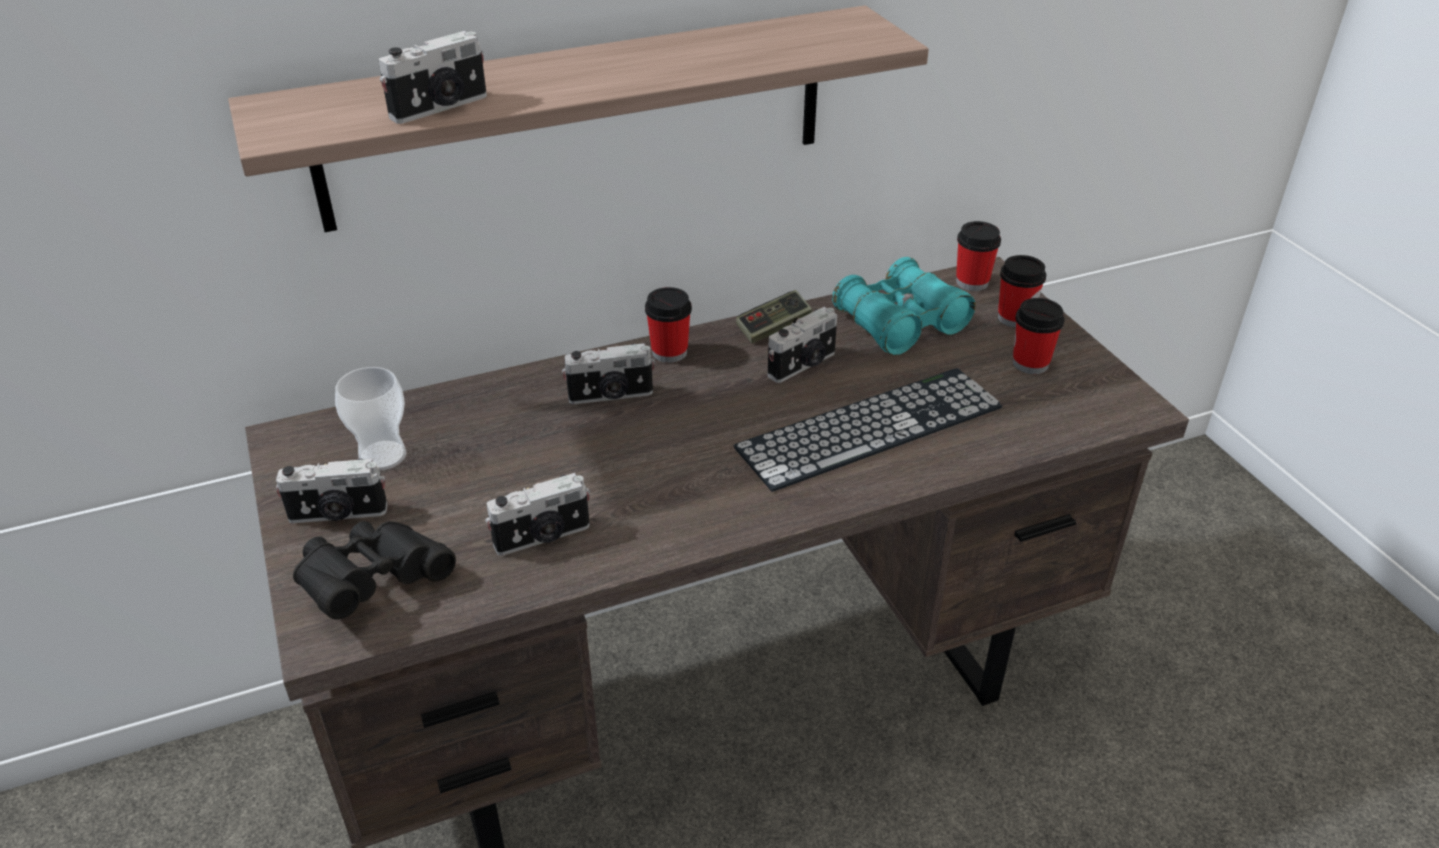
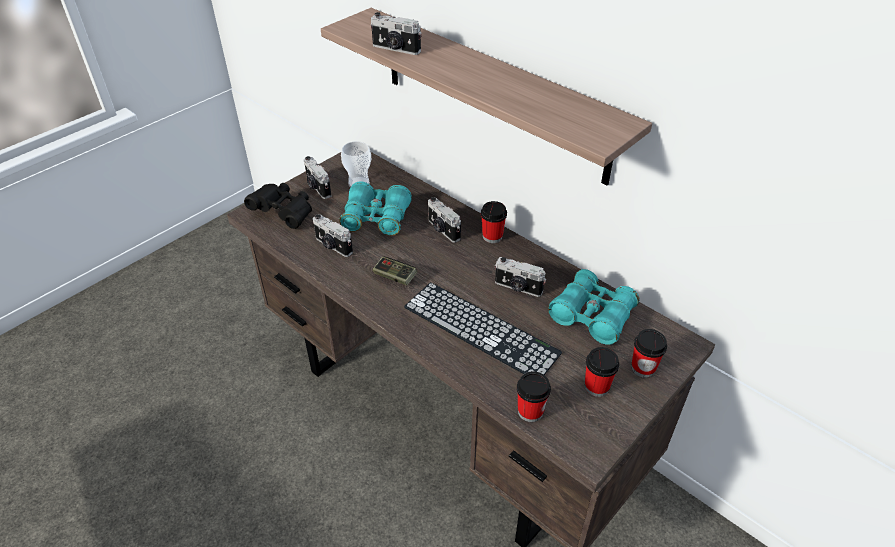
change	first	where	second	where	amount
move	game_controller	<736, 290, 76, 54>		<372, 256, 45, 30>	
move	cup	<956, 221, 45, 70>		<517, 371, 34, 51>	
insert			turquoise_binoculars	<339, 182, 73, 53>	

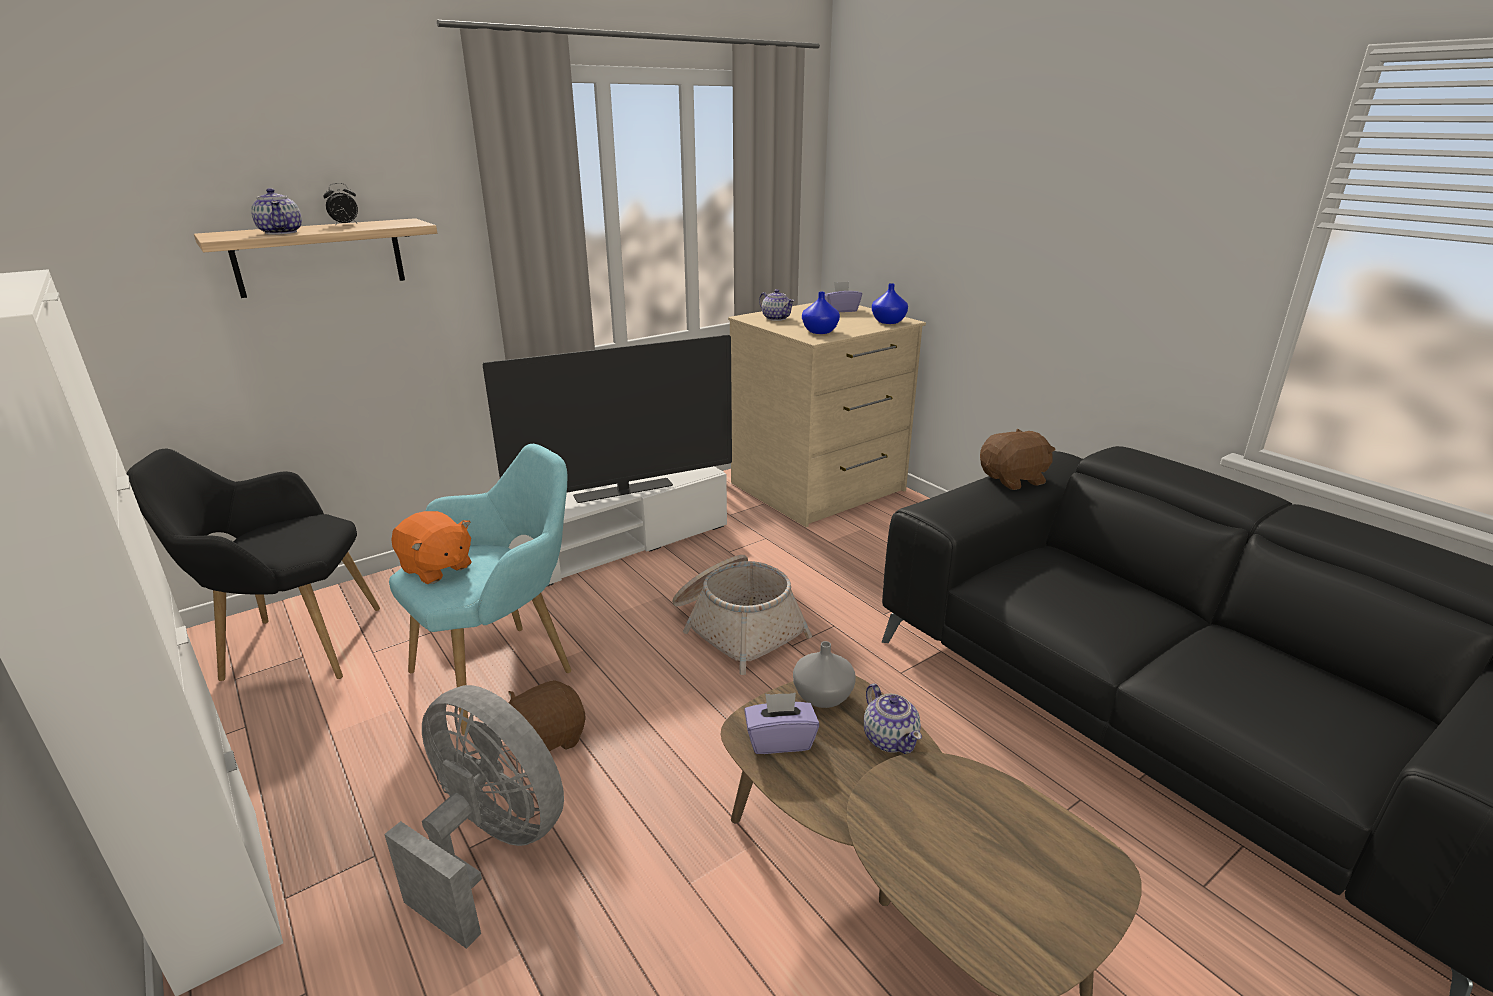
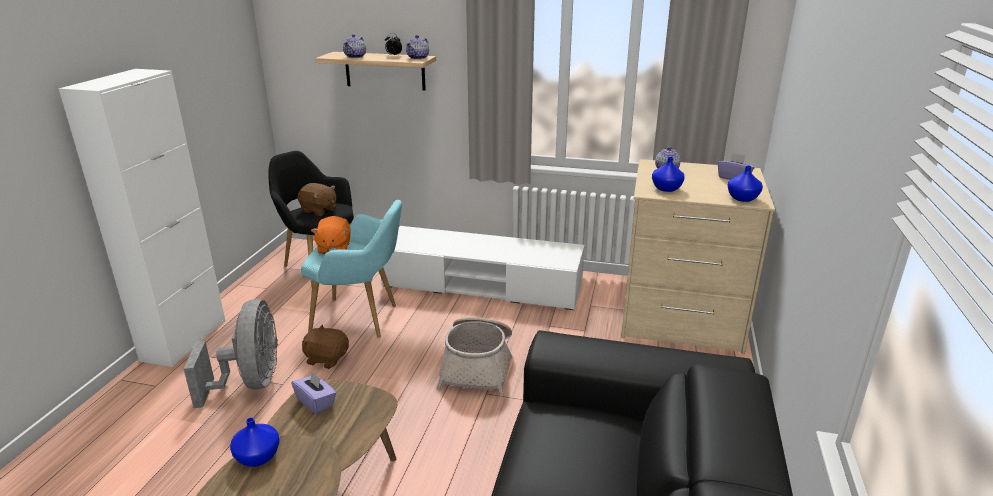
change	first	where	second	where	amount
delete	television	<482, 335, 250, 168>			
delete	grey_vase	<793, 641, 63, 67>			
move	teapot	<864, 684, 58, 70>		<406, 35, 23, 25>	
move	brown_plush_toy	<980, 428, 75, 62>		<298, 183, 38, 33>	
insert			blue_vase	<230, 417, 49, 50>	

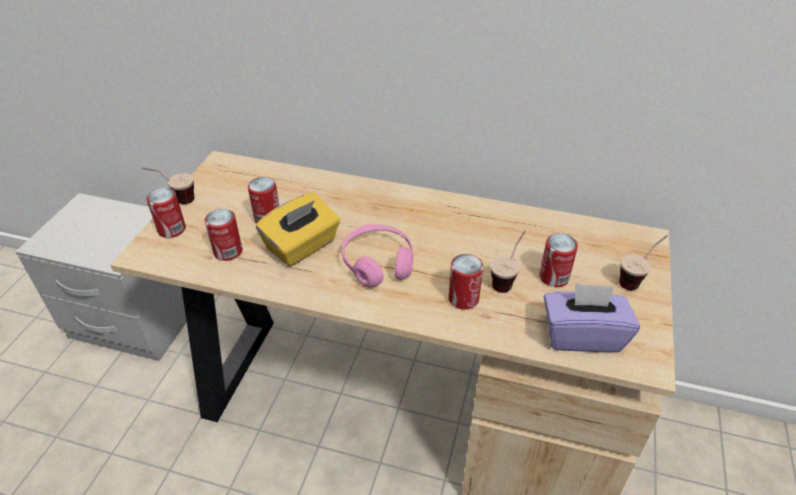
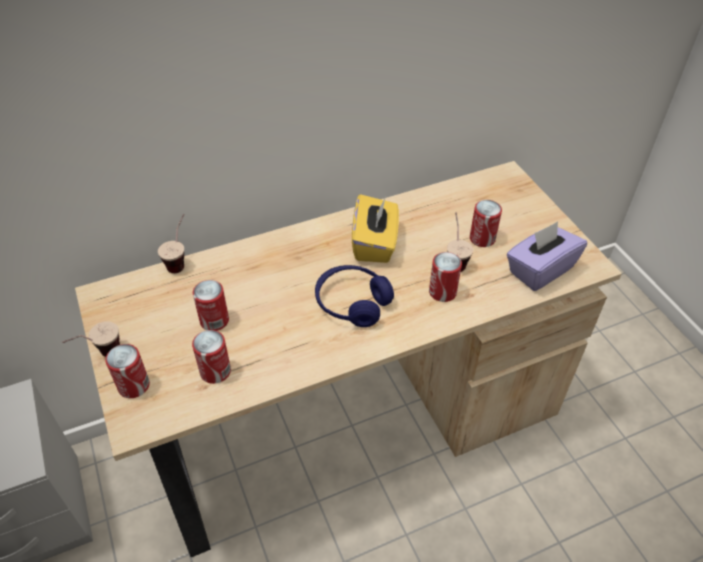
change	first	where	second	where	amount
move	yellow_tissue_box	<256, 193, 84, 74>		<352, 194, 47, 69>	
recolor	pink_headphones	<342, 224, 71, 63>	blue_headphones	<315, 265, 79, 62>	
move	cup	<619, 235, 49, 55>		<158, 214, 26, 59>	

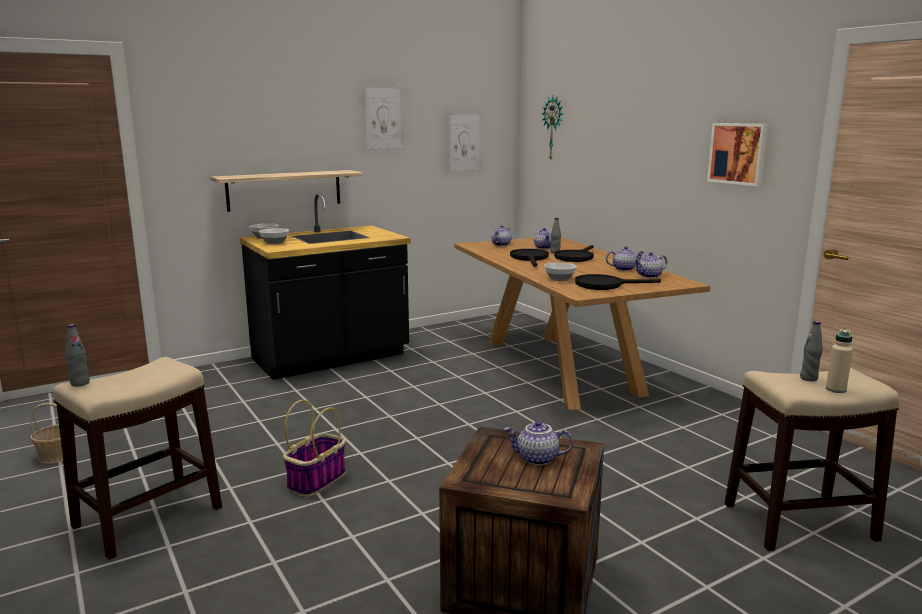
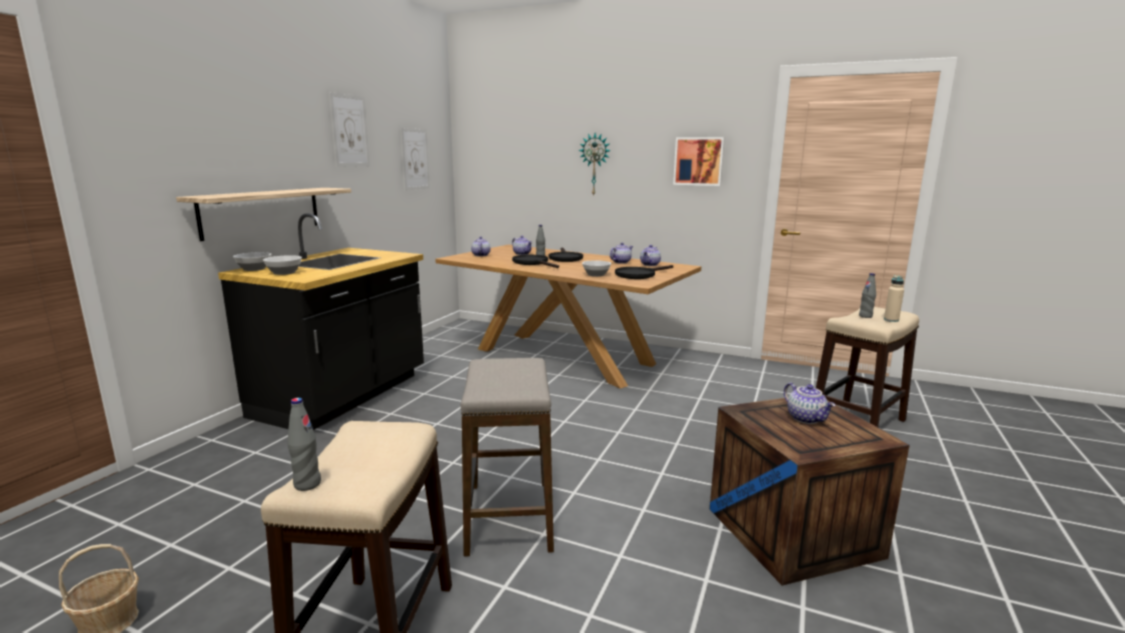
change	first	where	second	where	amount
replace	basket	<283, 400, 63, 97>	stool	<461, 358, 93, 199>	
rotate	teapot	<504, 421, 69, 44>		<784, 383, 52, 41>	90 degrees counterclockwise
move	wall_clock	<541, 96, 22, 65>		<579, 133, 32, 64>	

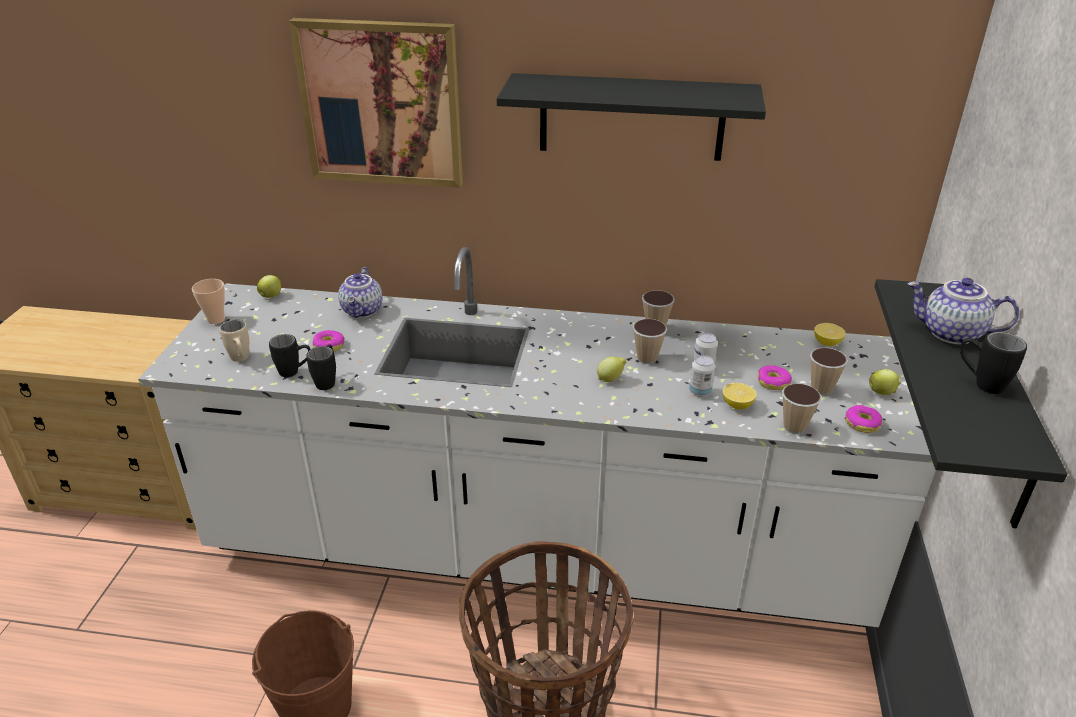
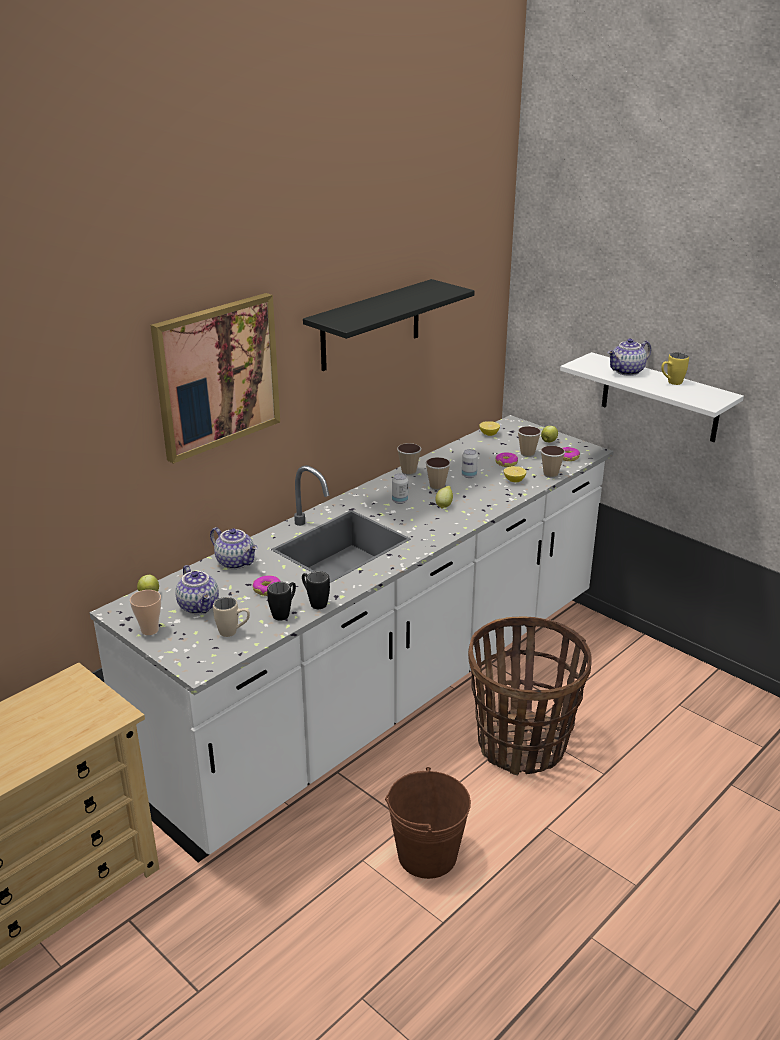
change	first	where	second	where	amount
move	can	<689, 355, 26, 42>		<392, 473, 16, 31>	
recolor	black_shelf	<874, 279, 193, 249>	white_shelf	<560, 352, 184, 90>	
recolor	black_mug	<960, 332, 67, 62>	yellow_mug	<661, 353, 28, 32>	
insert			teapot	<175, 565, 44, 49>	

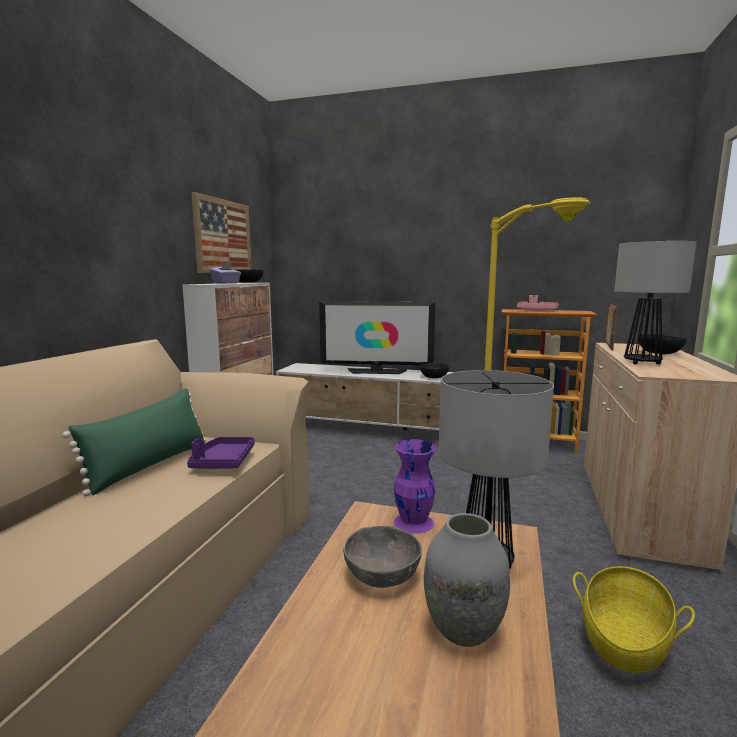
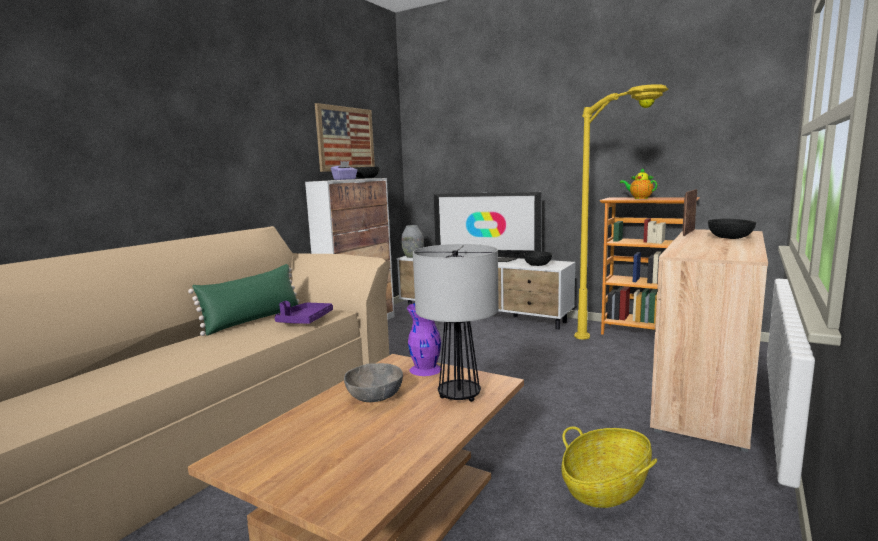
change	first	where	second	where	amount
move	grey_vase	<424, 513, 86, 134>		<401, 225, 23, 33>	
replace	pink_tray	<517, 295, 42, 16>	teapot	<620, 168, 37, 31>	
delete	table_lamp	<614, 241, 83, 124>			

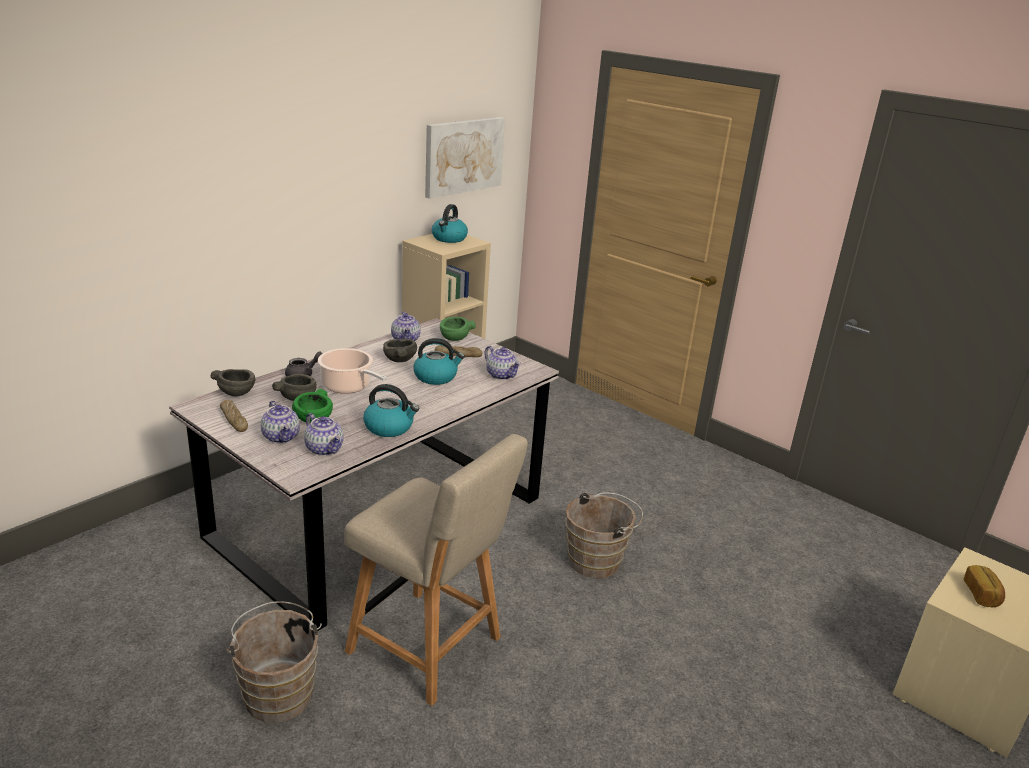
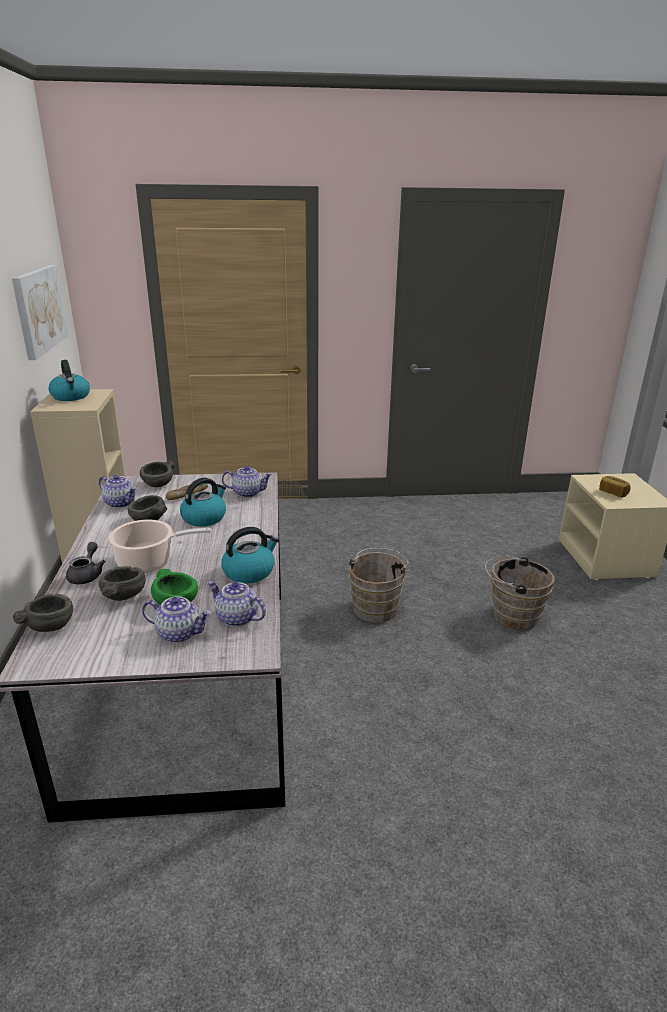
change	first	where	second	where	amount
delete	bread	<220, 400, 28, 32>			
move	brown_bucket	<225, 601, 97, 122>		<485, 556, 69, 74>	
rotate	teapot	<304, 413, 40, 43>		<208, 581, 58, 46>	150 degrees counterclockwise
delete	beige_chair	<344, 434, 184, 272>			
recolor	green_bowl	<440, 317, 35, 24>	grey_bowl	<140, 461, 35, 26>	

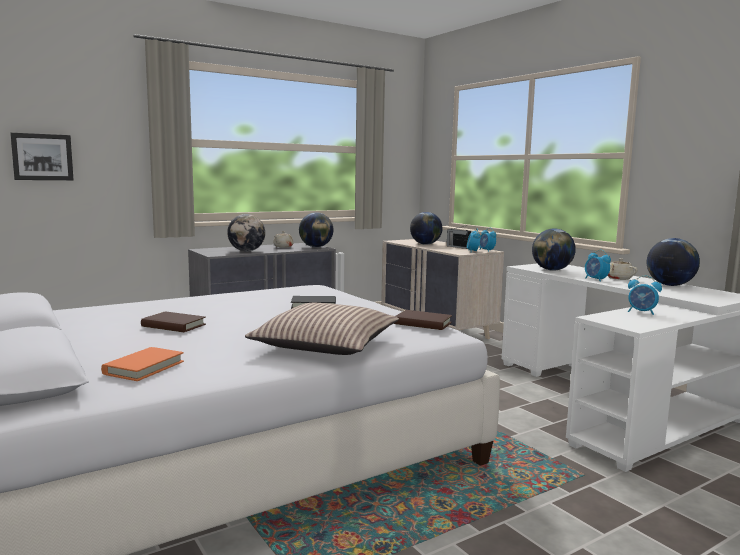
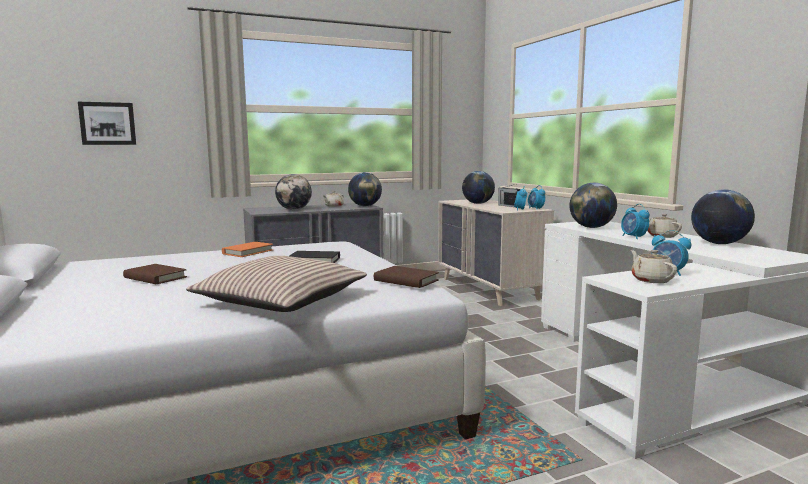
change	first	where	second	where	amount
move	orange_book	<101, 347, 83, 34>		<222, 242, 51, 15>	
insert			beige_teapot	<631, 250, 46, 33>	

